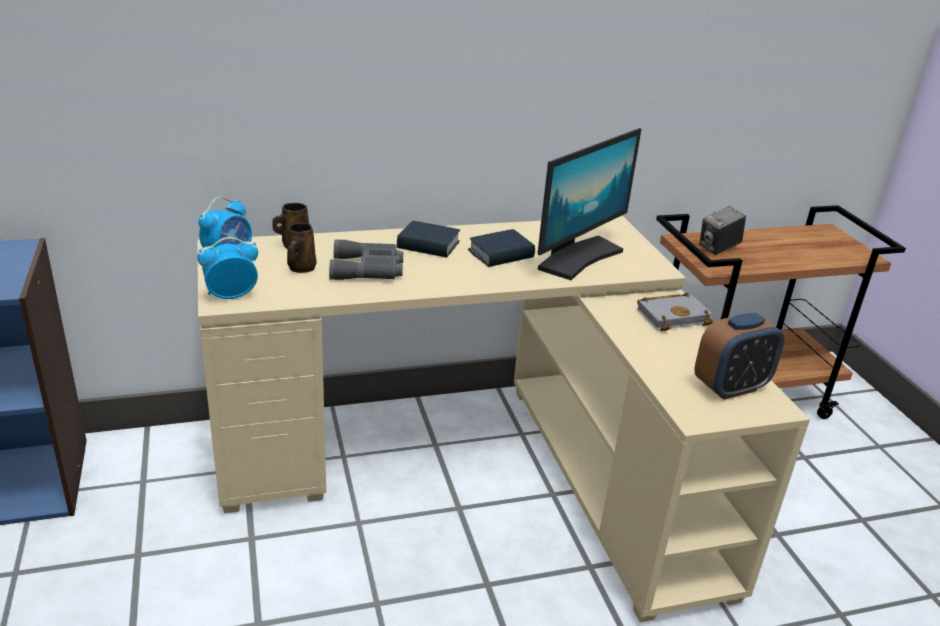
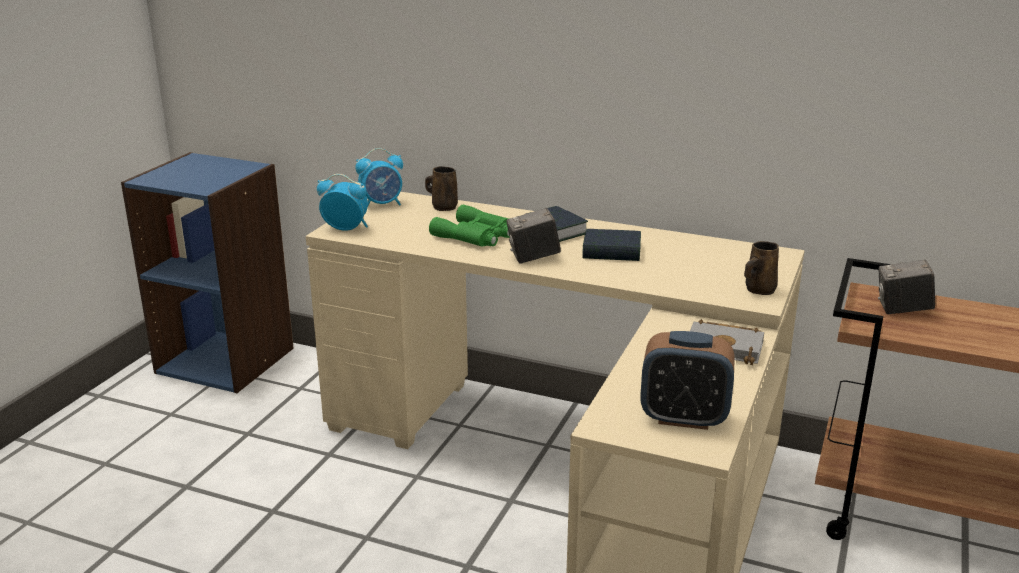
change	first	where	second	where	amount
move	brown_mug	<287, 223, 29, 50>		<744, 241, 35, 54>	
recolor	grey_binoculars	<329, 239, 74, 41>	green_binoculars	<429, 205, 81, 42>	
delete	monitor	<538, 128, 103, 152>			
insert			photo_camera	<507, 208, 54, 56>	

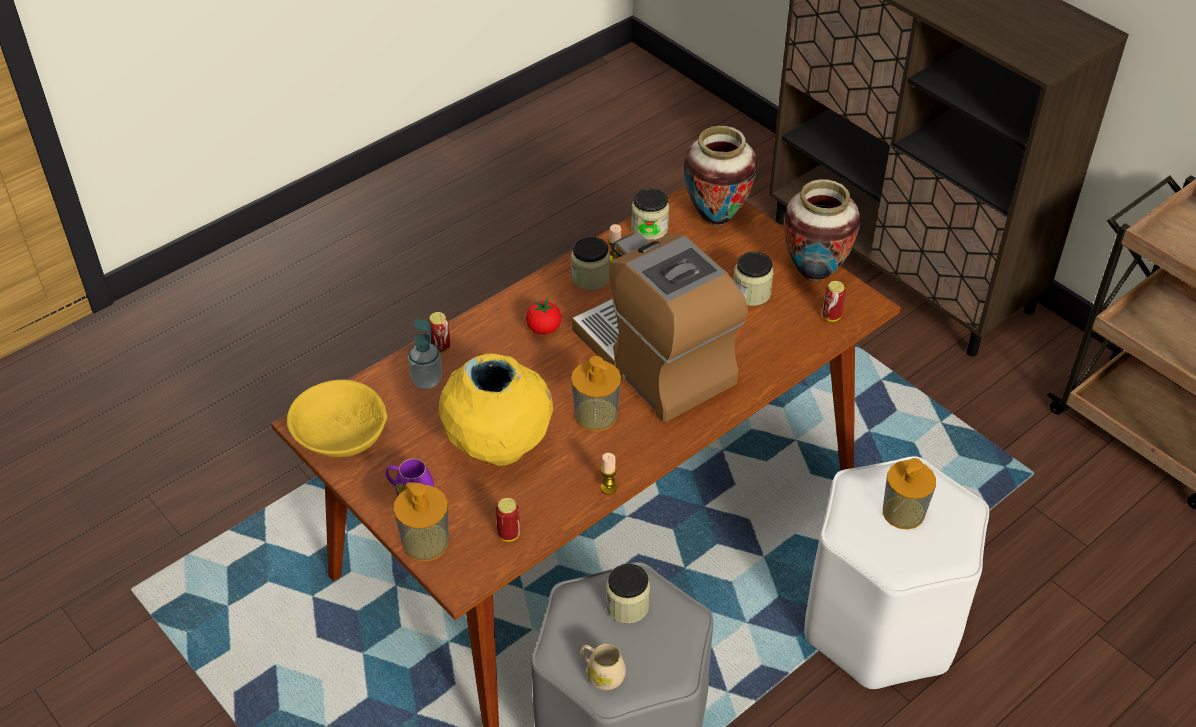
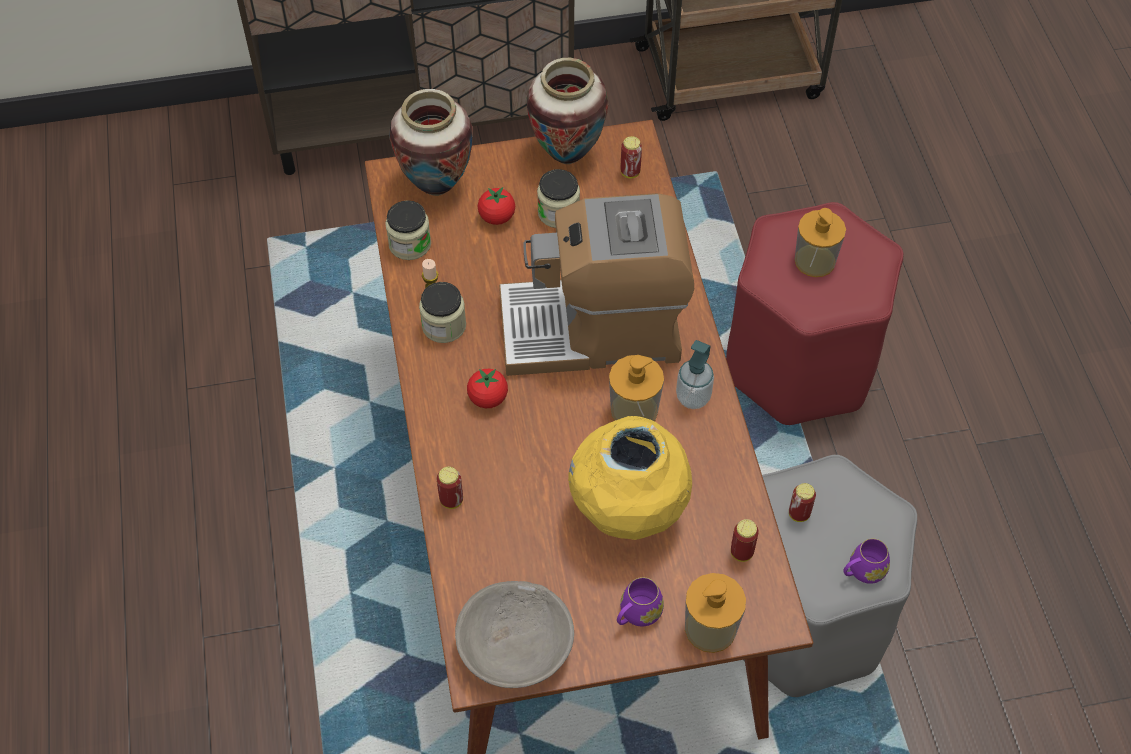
change	first	where	second	where	amount
recolor	yellow_bowl	<287, 380, 100, 77>	grey_bowl	<455, 581, 119, 107>	
move	soap_dispenser	<408, 319, 34, 70>		<676, 340, 38, 69>	
recolor	beige_mug	<581, 644, 45, 46>	purple_mug	<843, 538, 47, 46>	
delete	candle	<600, 453, 17, 41>			
replace	jar	<606, 564, 44, 60>	can	<789, 483, 27, 39>	
recolor	white_stool	<804, 456, 185, 233>	red_stool	<726, 202, 177, 223>	
insert			tomato	<478, 187, 37, 38>	

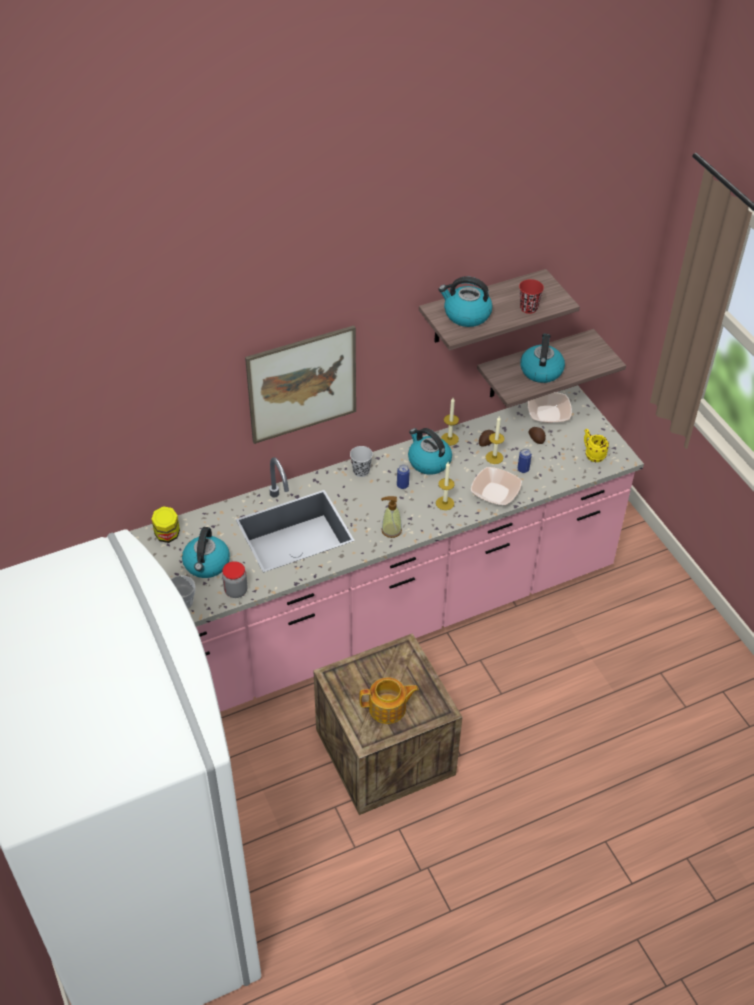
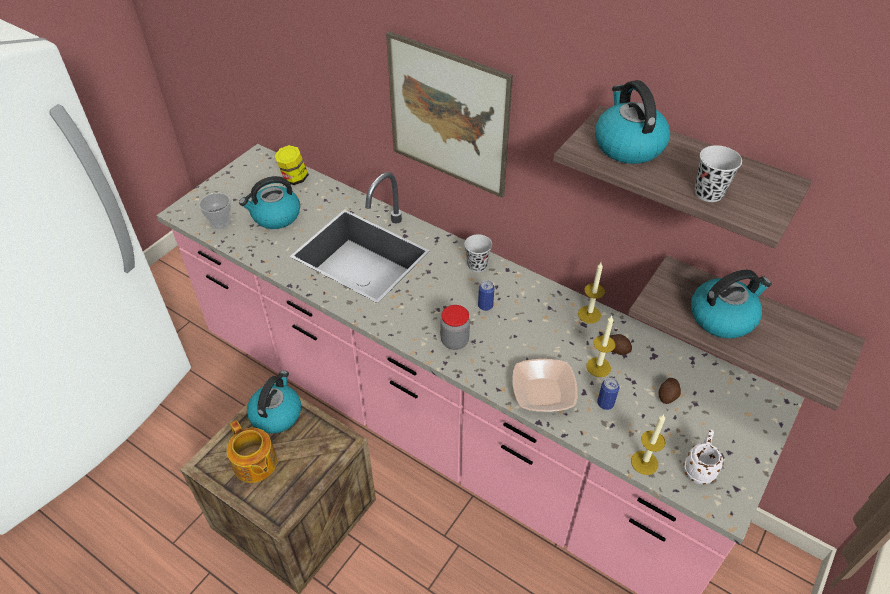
change	first	where	second	where	amount
move	jar	<222, 561, 26, 37>		<440, 305, 30, 45>	
delete	soap_dispenser	<381, 496, 21, 42>			
move	kettle	<408, 428, 44, 47>		<247, 371, 54, 63>	
move	candle	<436, 462, 19, 48>		<631, 414, 34, 61>	
recolor	red_cup	<519, 279, 25, 35>	black_cup	<695, 145, 47, 57>	
delete	bowl	<528, 392, 44, 31>			
recolor	yellow_mug	<584, 429, 25, 33>	white_mug	<684, 429, 40, 55>	

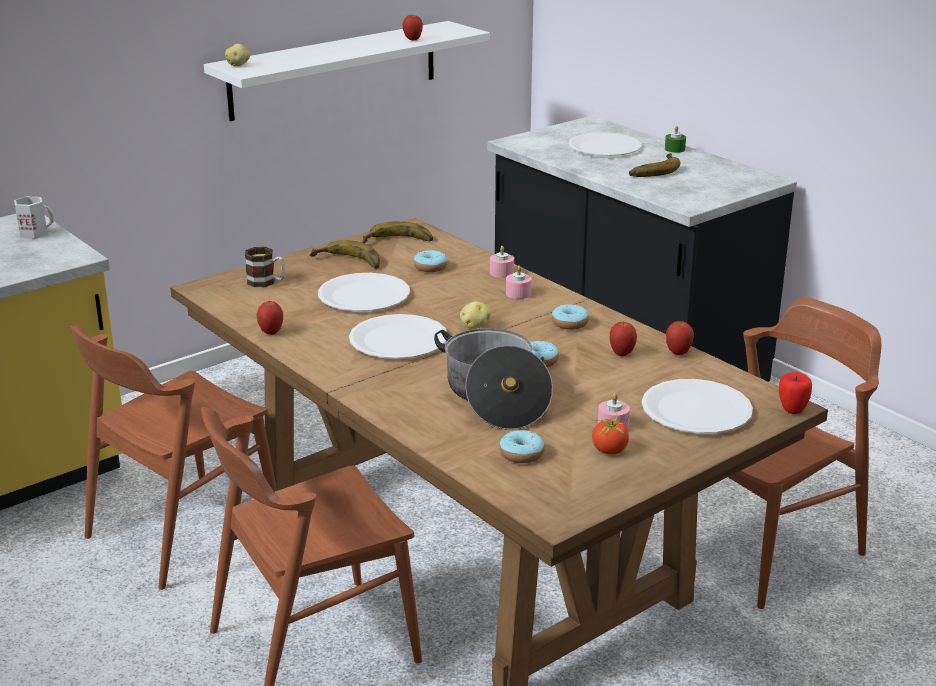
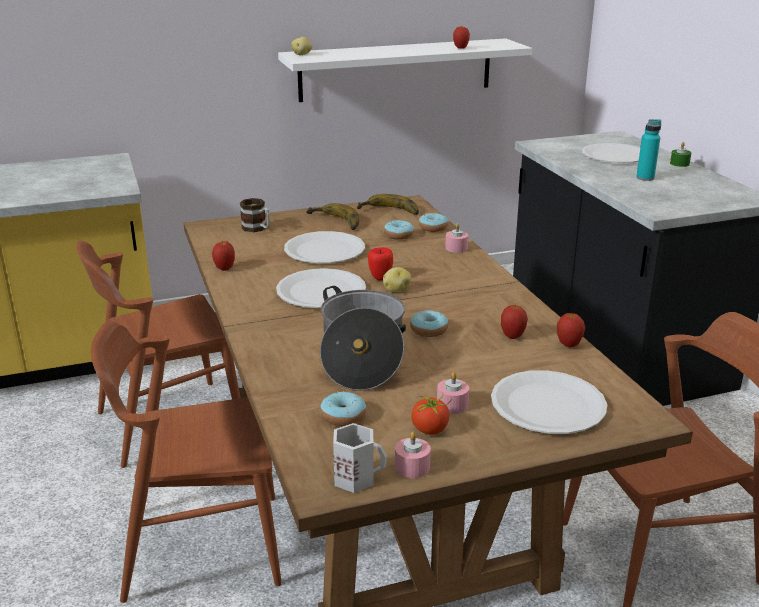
change	first	where	second	where	amount
move	white_mug	<14, 196, 40, 43>		<333, 423, 54, 70>	
move	pink_candle	<506, 266, 25, 33>		<395, 432, 36, 46>	
move	donut	<551, 304, 38, 26>		<419, 213, 29, 19>	
replace	banana	<629, 153, 51, 24>	turquoise_bottle	<636, 119, 25, 62>	
move	apple	<779, 372, 33, 42>		<368, 247, 25, 33>	

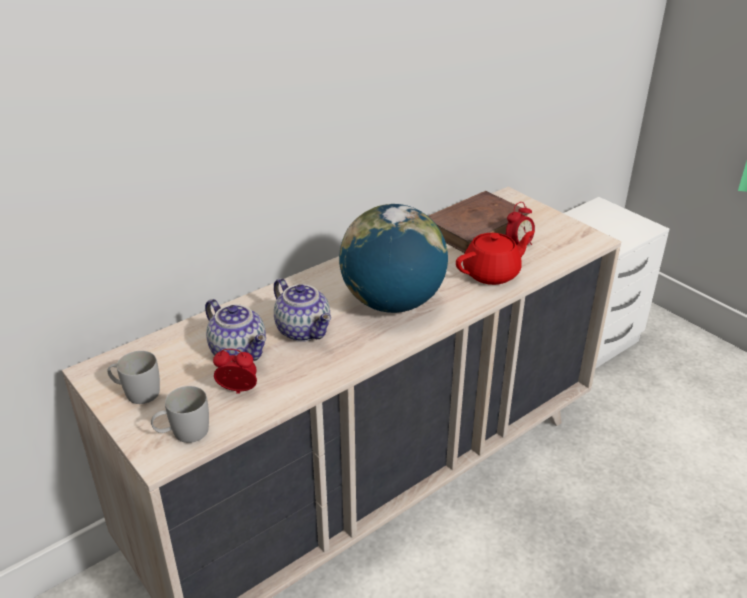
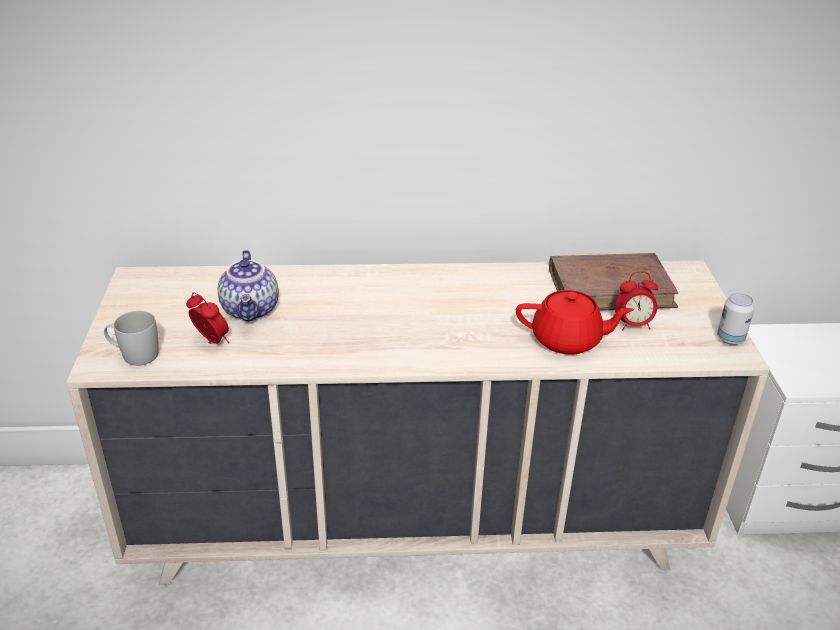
change	first	where	second	where	amount
delete	white_mug	<107, 351, 53, 53>			
delete	teapot	<274, 278, 57, 64>			
delete	globe	<339, 204, 109, 109>			
insert			can	<717, 293, 38, 52>	

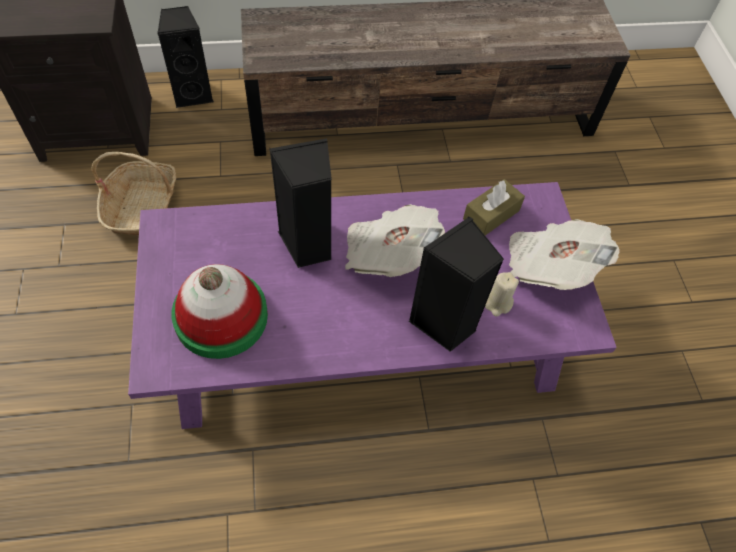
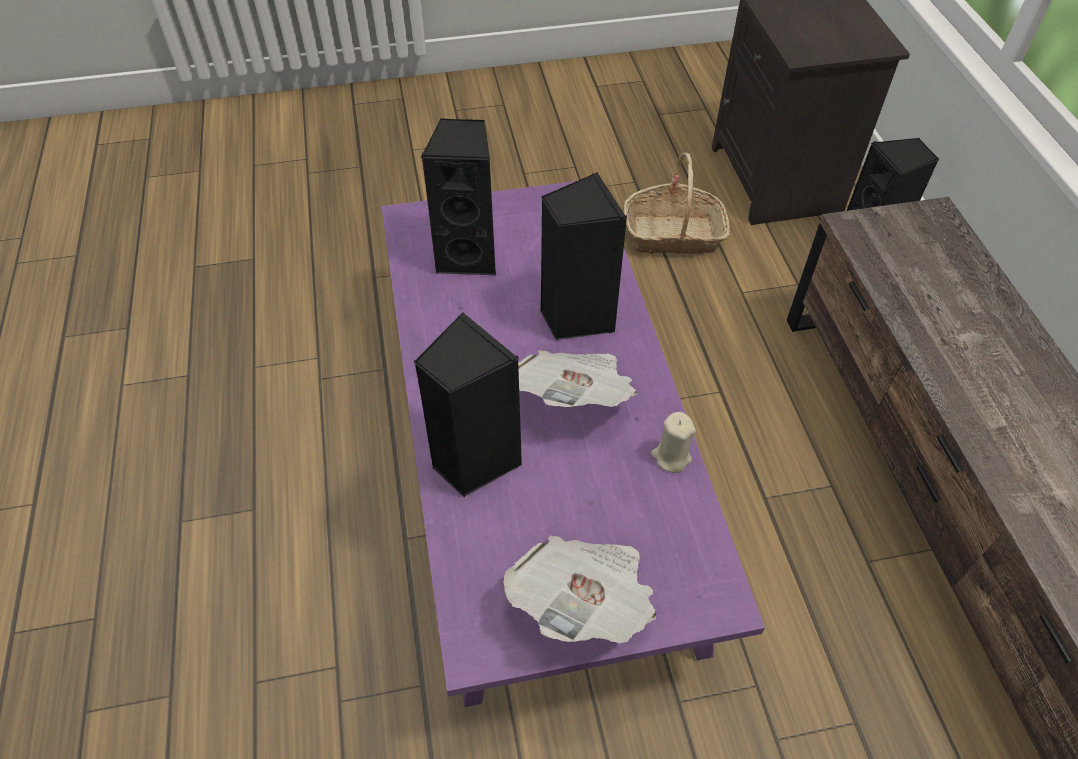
change	first	where	second	where	amount
replace	hat	<171, 264, 97, 95>	black_speaker	<421, 118, 75, 157>	
delete	brown_tissue_box	<463, 179, 62, 56>			
move	beige_candle	<485, 272, 34, 45>		<651, 412, 45, 61>	

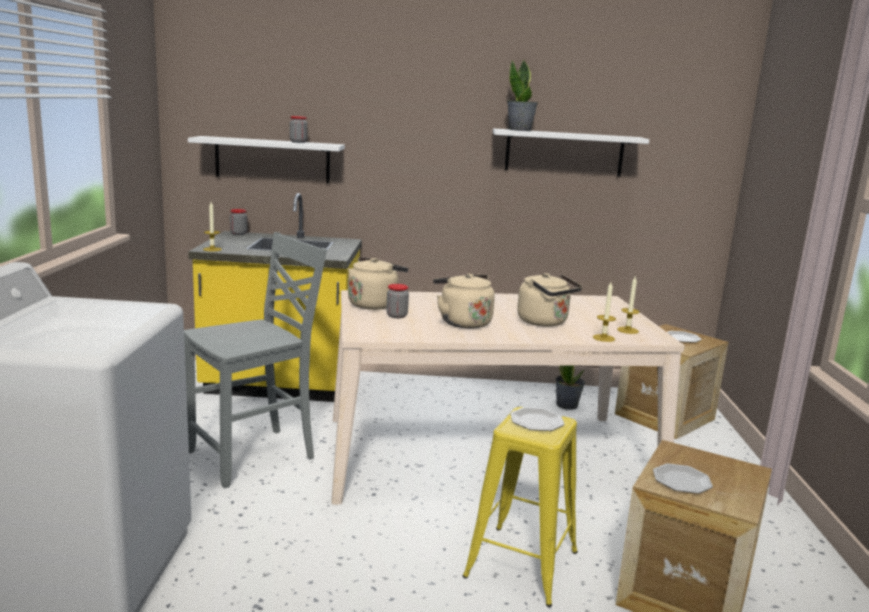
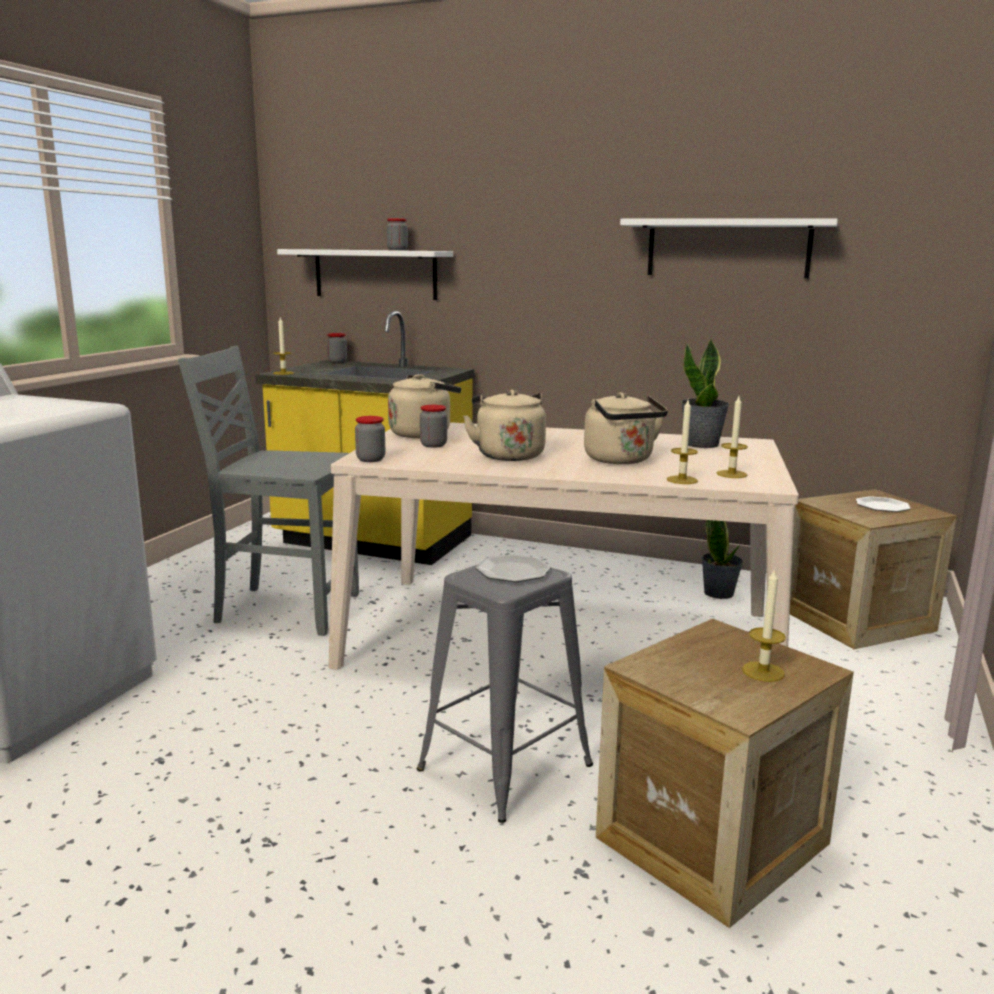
change	first	where	second	where	amount
rotate	grey_chair	<184, 232, 143, 256>		<178, 346, 181, 290>	150 degrees counterclockwise
recolor	yellow_stool	<462, 407, 116, 200>	grey_stool	<417, 565, 176, 258>	
move	potted_plant	<507, 60, 31, 71>		<681, 338, 48, 110>	
delete	plate	<653, 463, 60, 31>			
insert			jar	<355, 416, 30, 46>	
insert			candle	<742, 568, 44, 114>	

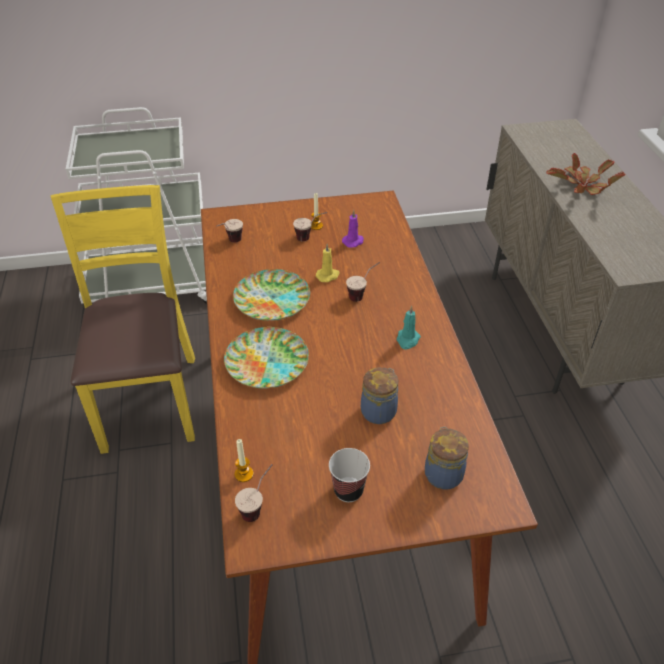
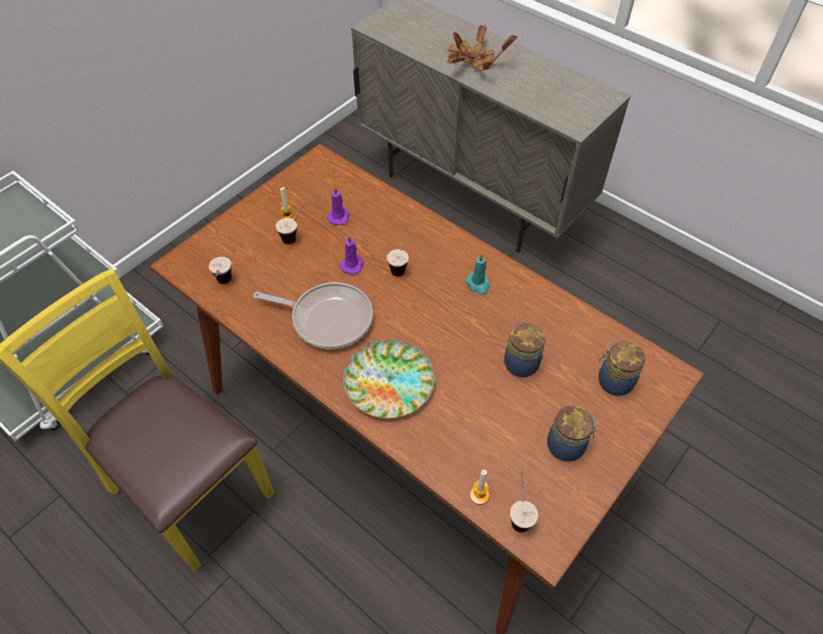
change	first	where	second	where	amount
replace	plate	<233, 269, 77, 52>	frying_pan	<253, 282, 120, 67>	
recolor	yellow_candle	<316, 244, 24, 38>	purple_candle	<340, 235, 24, 40>	
replace	cup	<329, 448, 41, 54>	jar	<547, 405, 52, 57>	

